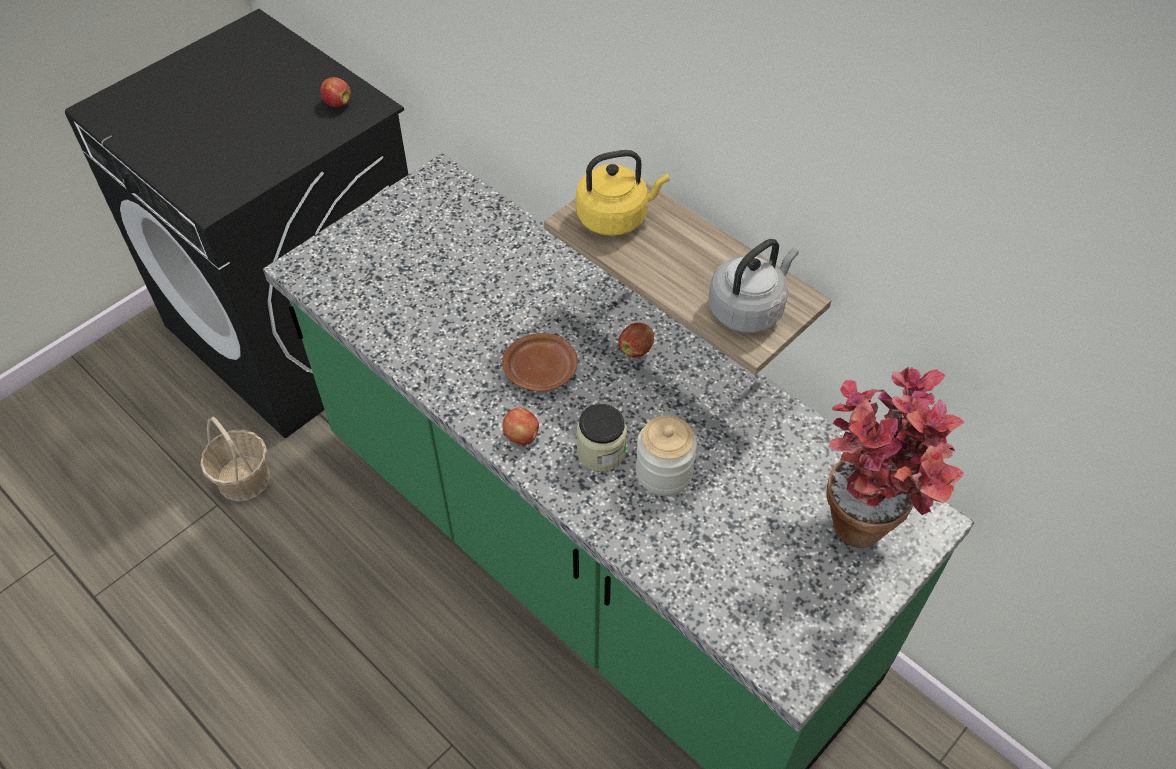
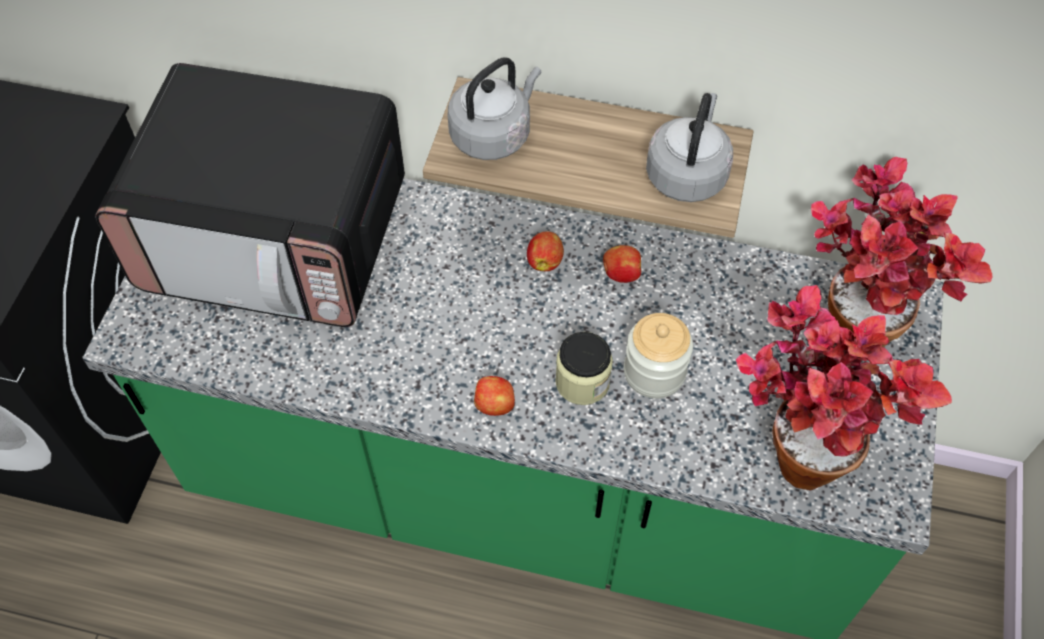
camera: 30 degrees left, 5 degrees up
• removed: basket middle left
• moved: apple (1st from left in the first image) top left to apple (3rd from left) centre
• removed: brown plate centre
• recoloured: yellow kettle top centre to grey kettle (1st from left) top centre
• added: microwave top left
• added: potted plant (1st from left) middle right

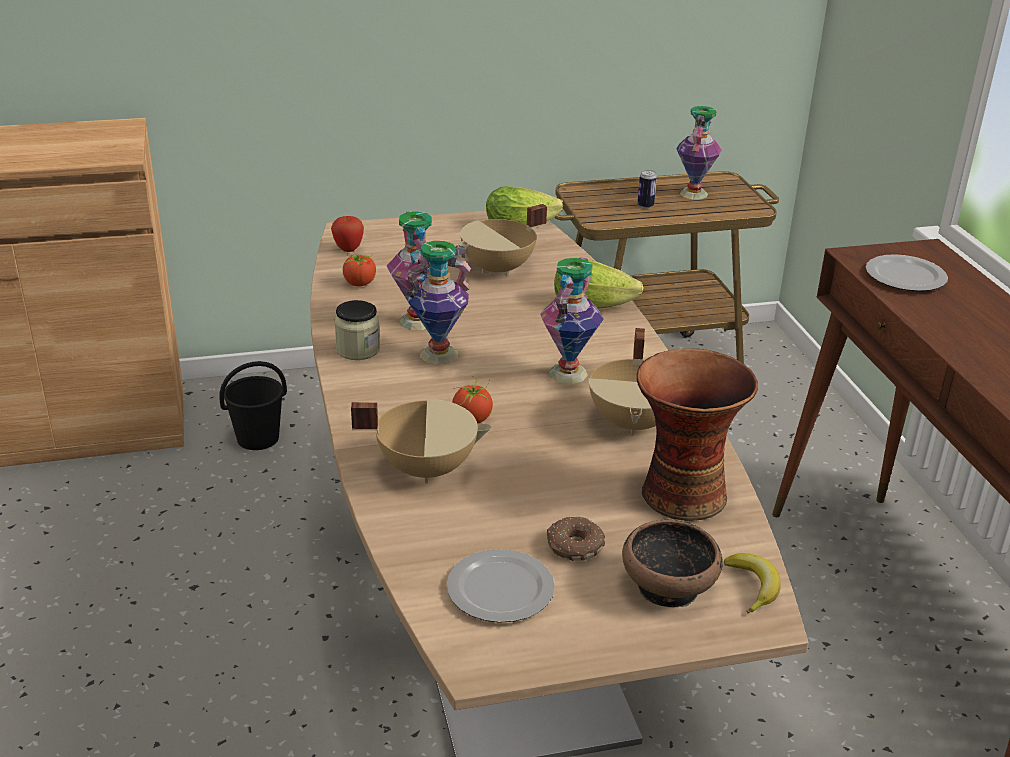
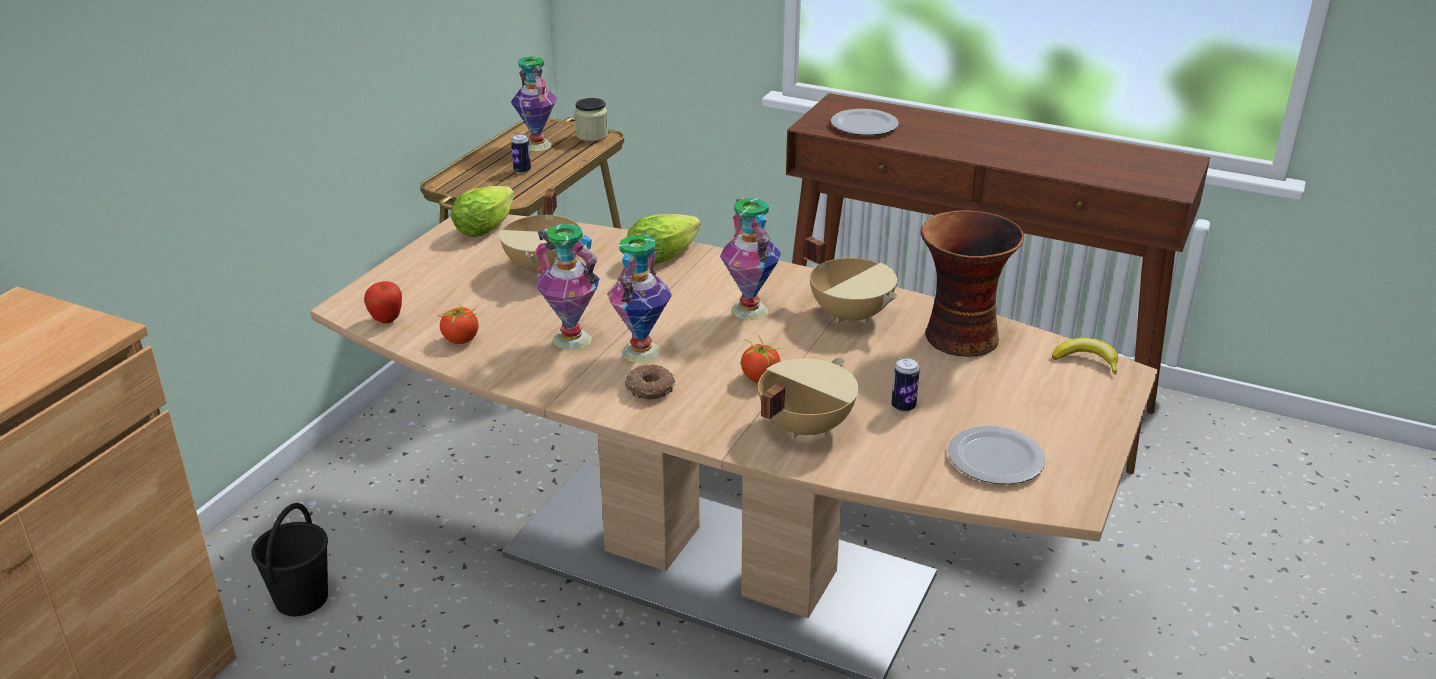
camera: 50 degrees left, 0 degrees up
• moved: jar centre to top centre
• moved: donut bottom centre to centre
• removed: bowl bottom centre
• added: can (2nd from left) centre

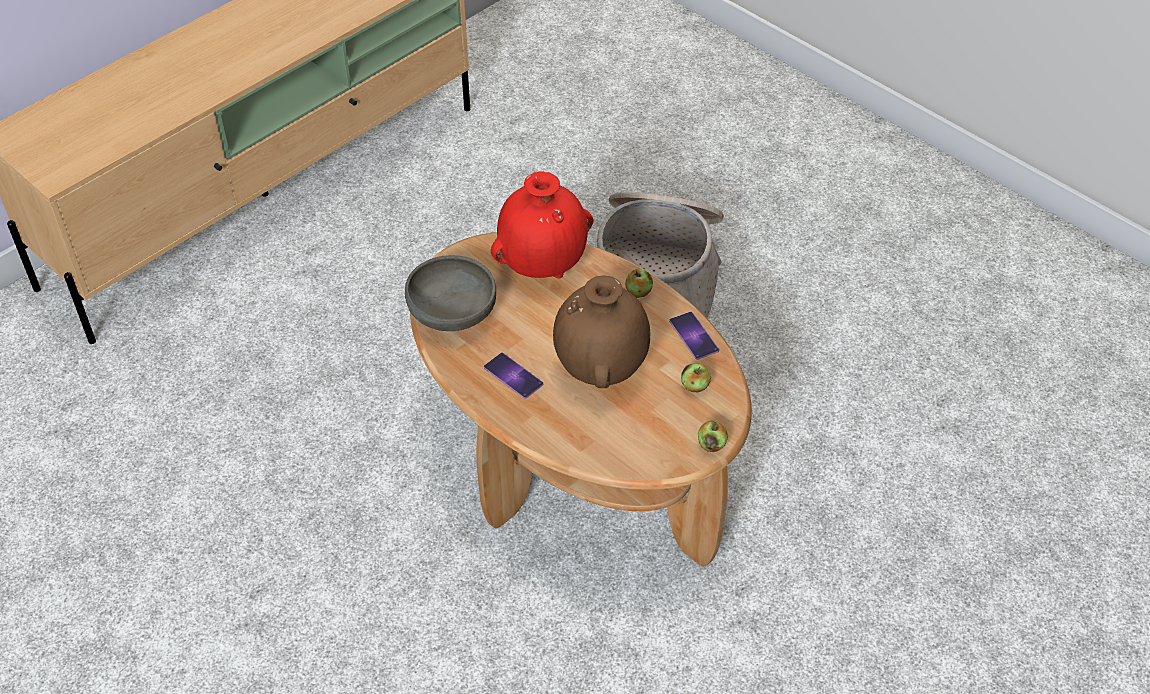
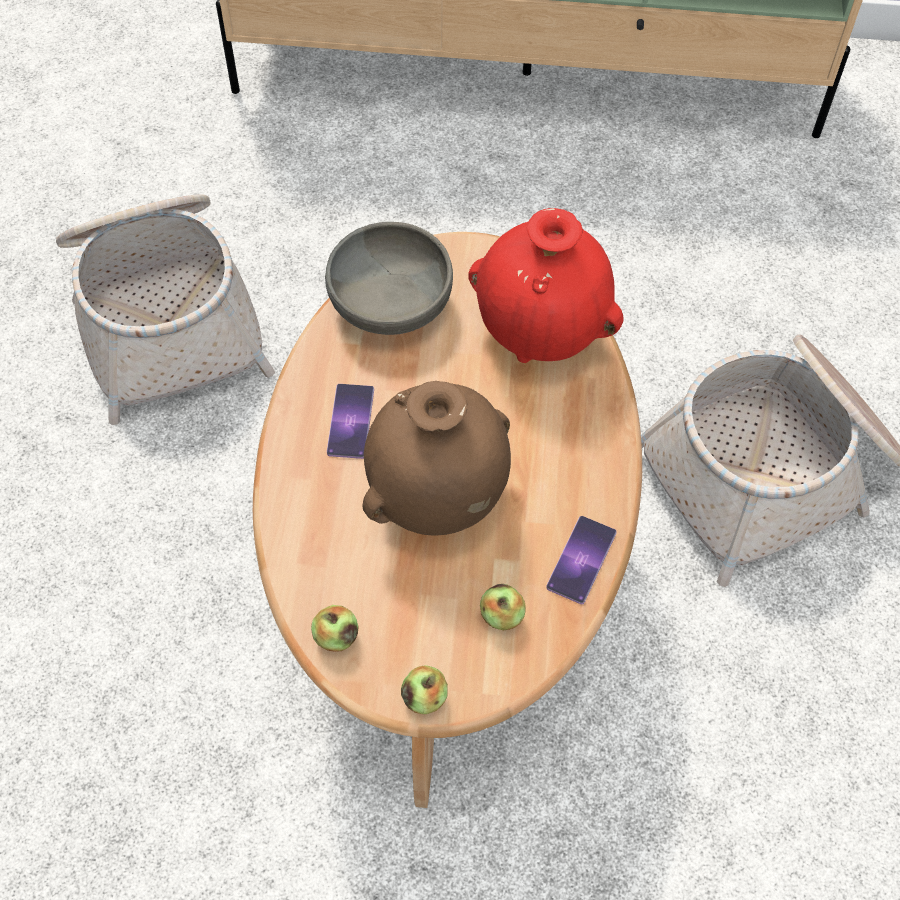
camera: 50 degrees right, 10 degrees up
• moved: apple (1st from left) centre to bottom centre
• added: basket (1st from left) middle left

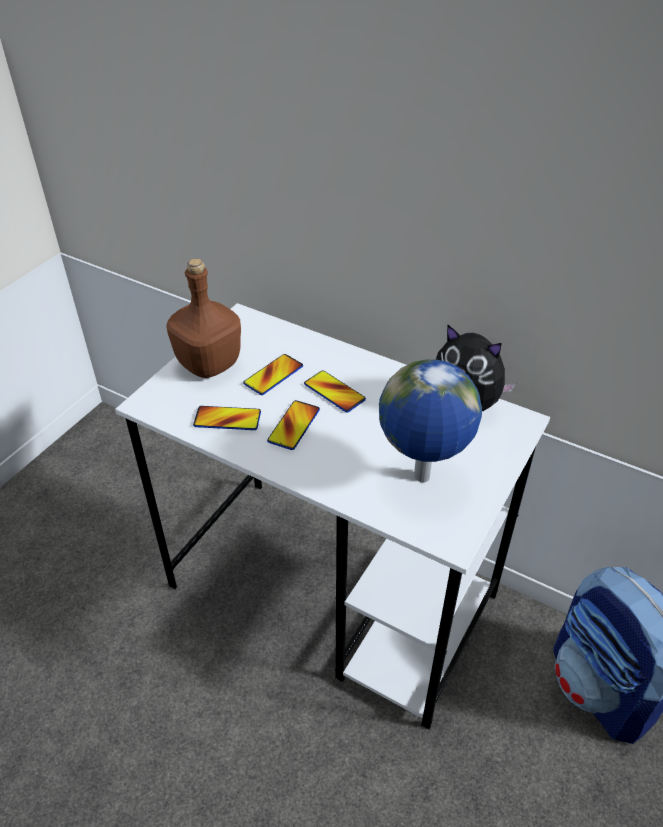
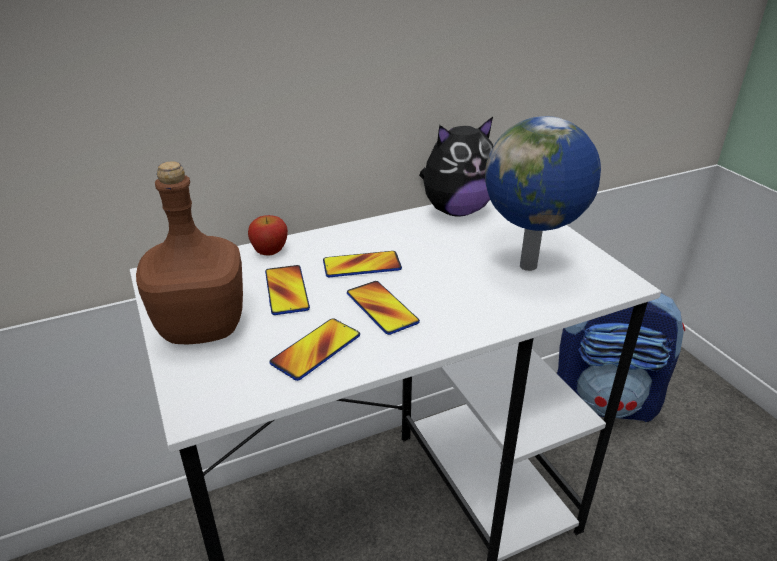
camera: 55 degrees left, 10 degrees down
• added: apple centre

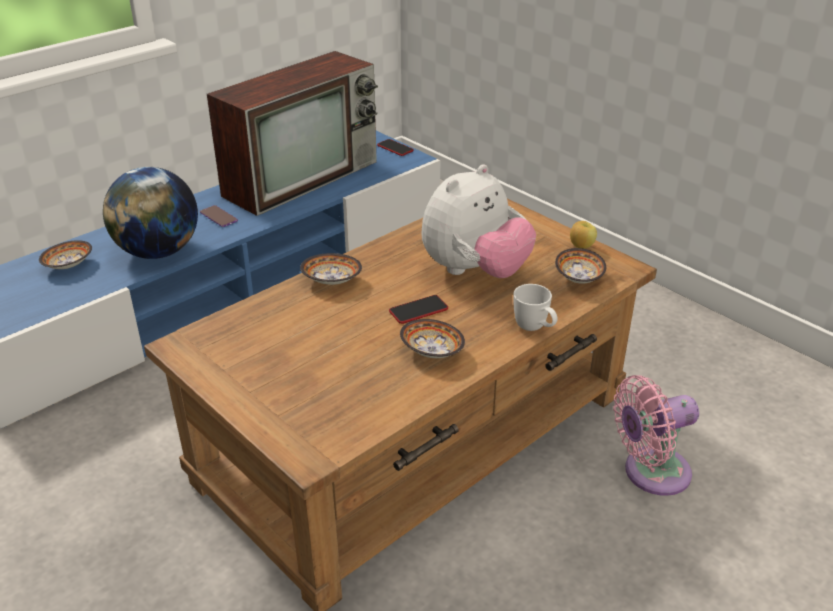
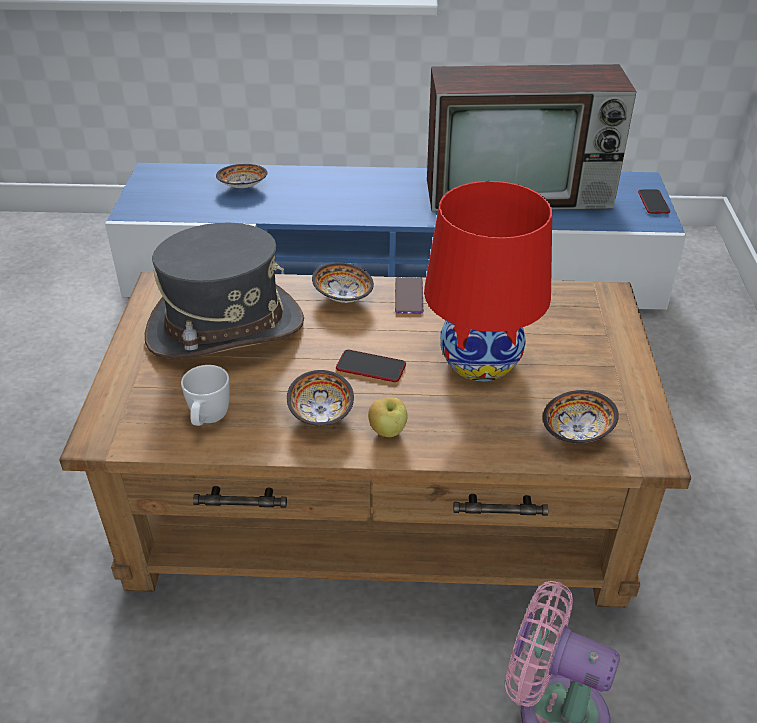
camera: 45 degrees right, 5 degrees up
• removed: globe middle left
• moved: phone (1st from left in the first image) middle left to phone (2nd from left) centre
• replaced: plush toy centre to red table lamp centre
• moved: white mug centre to middle left
• moved: apple middle right to centre
• added: grey hat middle left

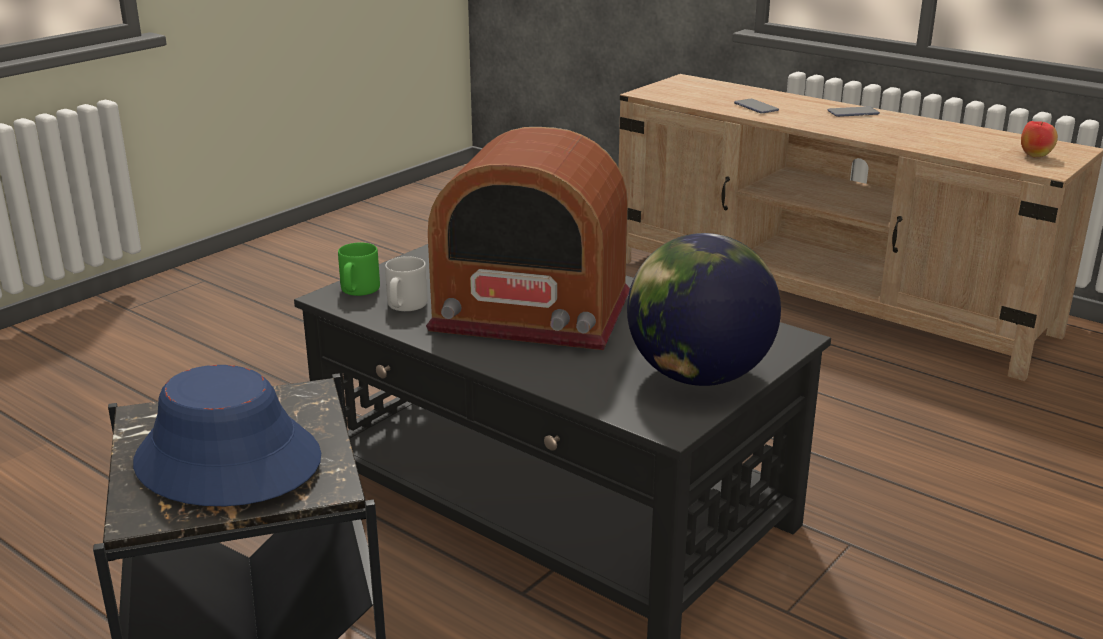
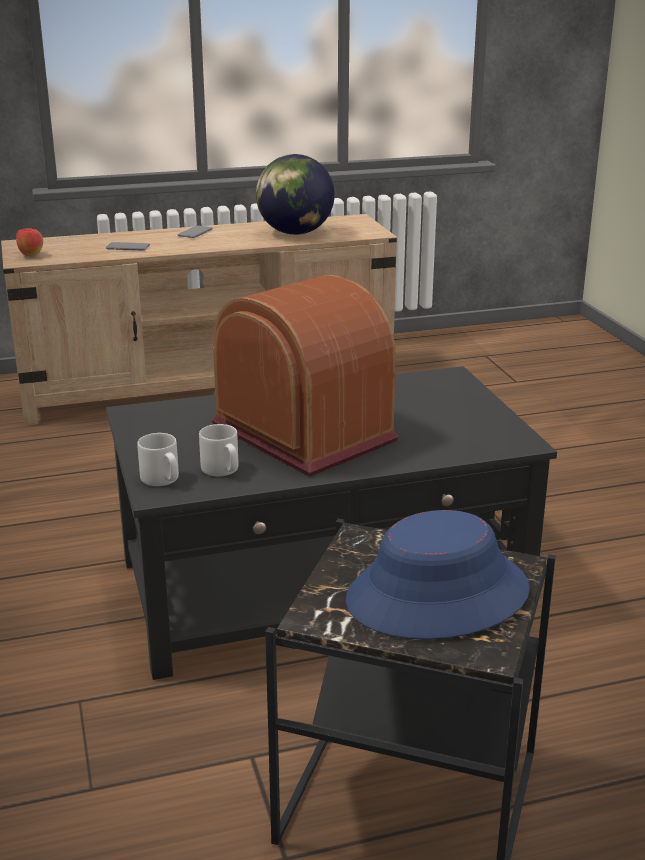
camera: 55 degrees left, 0 degrees up
• recoloured: green mug middle left to grey mug (1st from left) middle left
• turned: radio centre = centre 90 degrees counterclockwise
• moved: globe centre to top centre
• moved: apple top right to top left

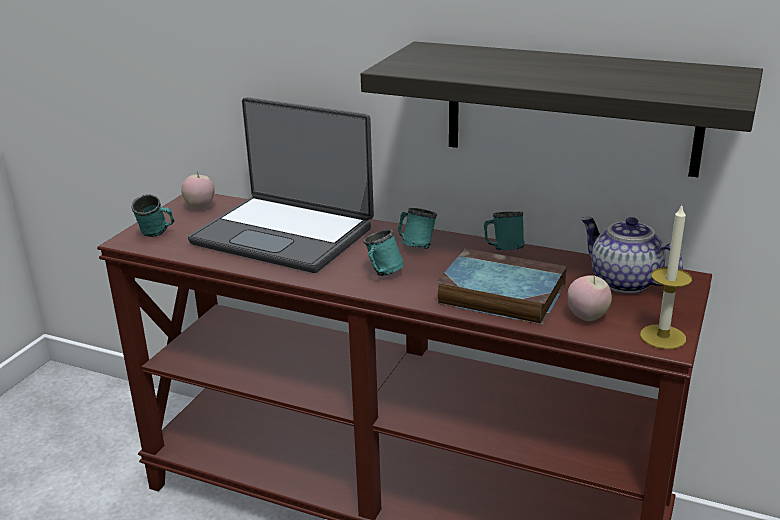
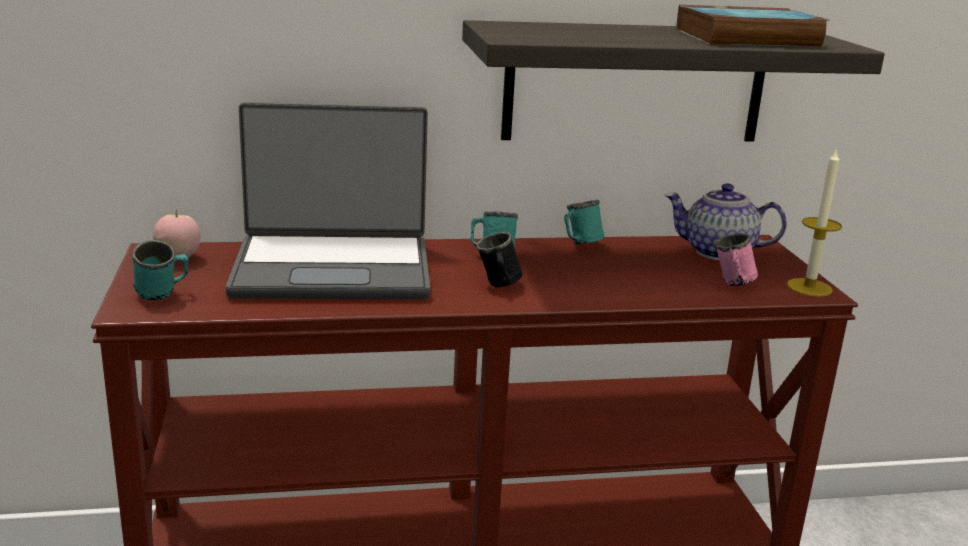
camera: 35 degrees left, 5 degrees down
• recoloured: turquoise mug (2nd from left) centre to black mug centre
• moved: book centre to top right
• replaced: apple (2nd from left) middle right to pink mug middle right

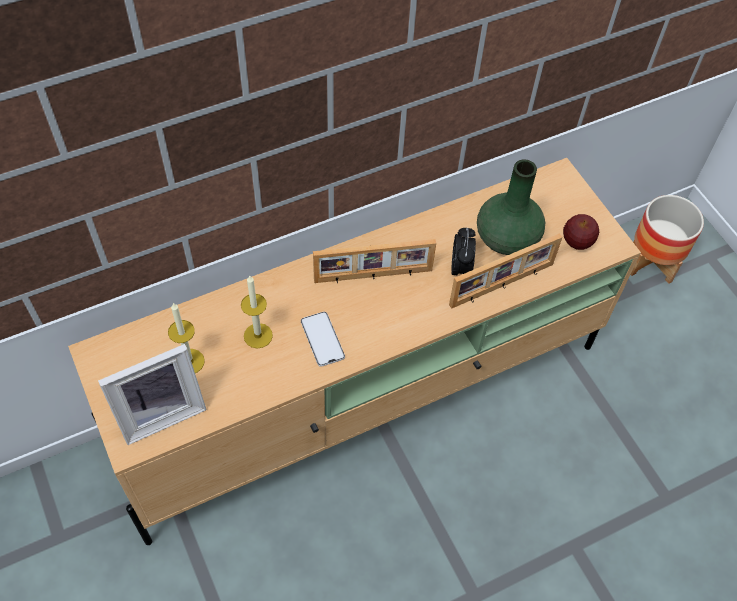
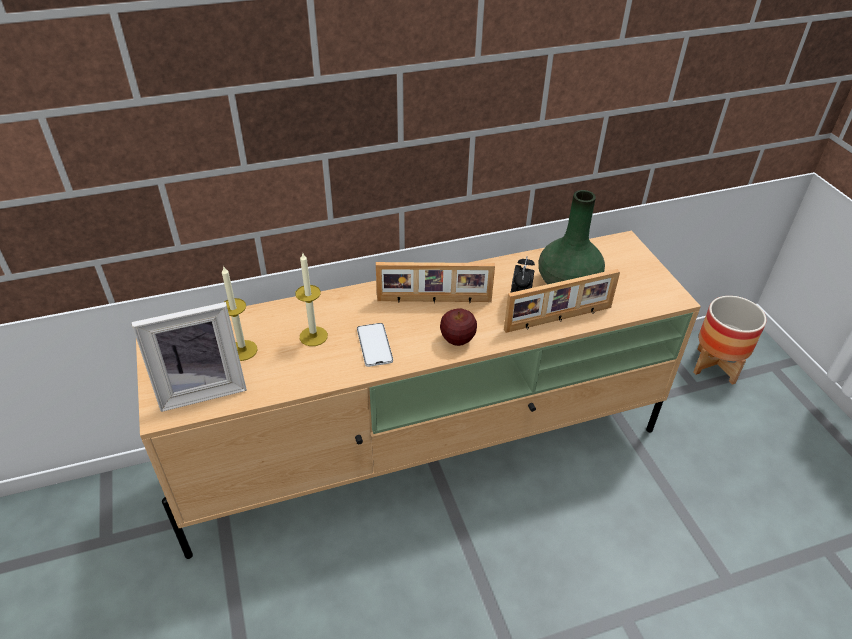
camera: 10 degrees right, 15 degrees down
• moved: apple middle right to centre

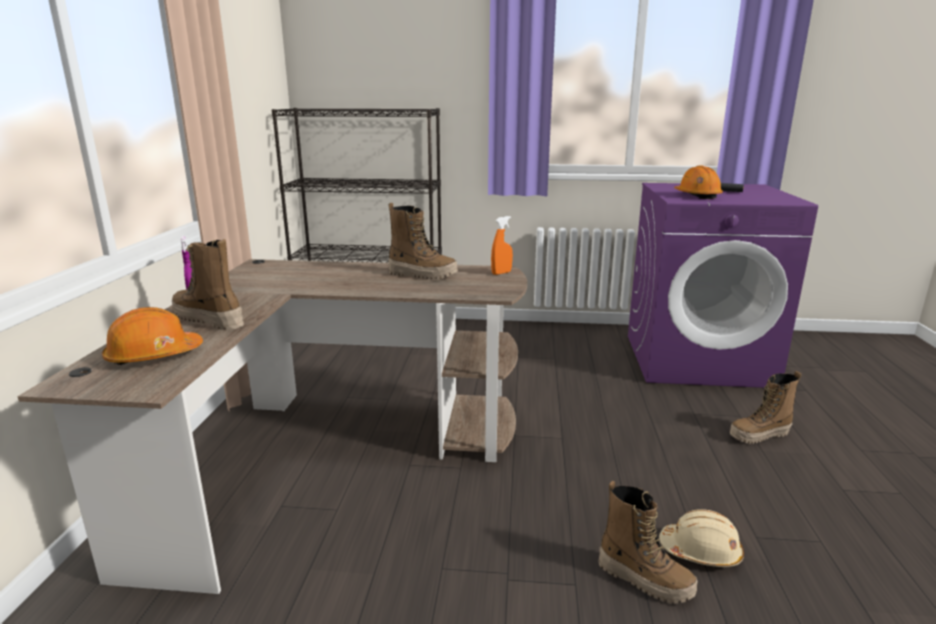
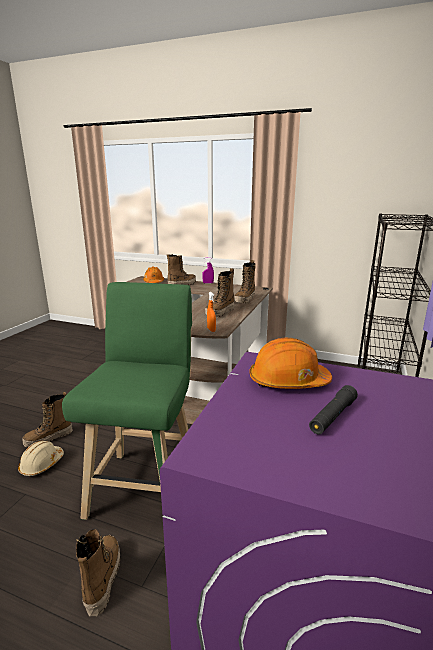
camera: 105 degrees right, 0 degrees up
• added: green stool middle left
• added: boot (5th from left) centre

